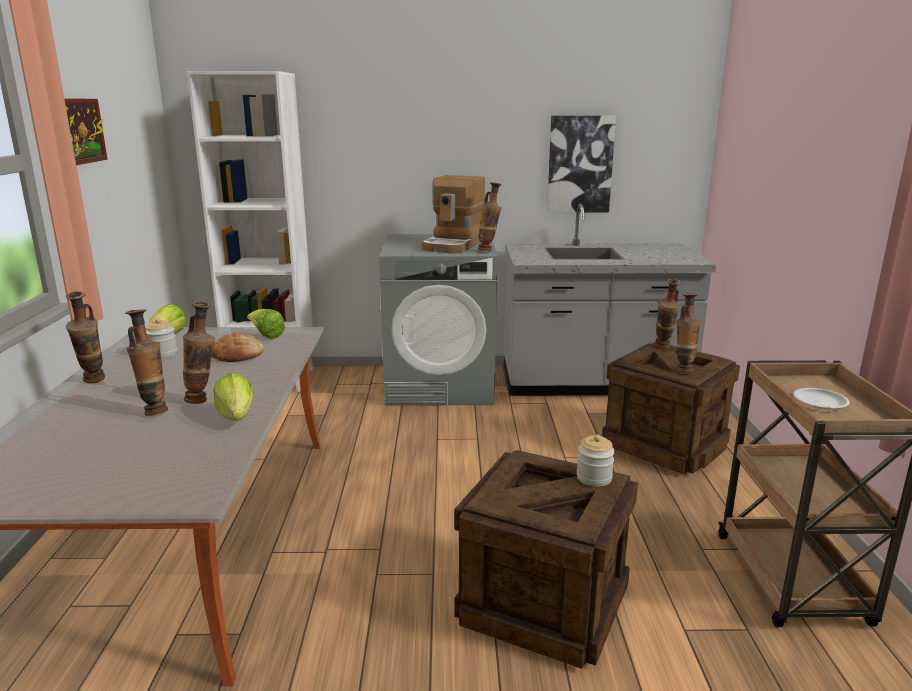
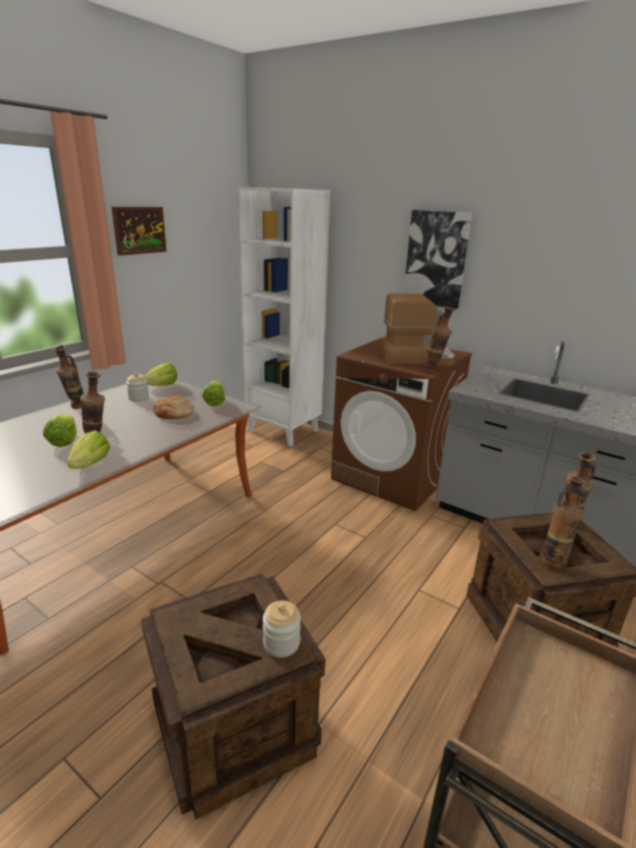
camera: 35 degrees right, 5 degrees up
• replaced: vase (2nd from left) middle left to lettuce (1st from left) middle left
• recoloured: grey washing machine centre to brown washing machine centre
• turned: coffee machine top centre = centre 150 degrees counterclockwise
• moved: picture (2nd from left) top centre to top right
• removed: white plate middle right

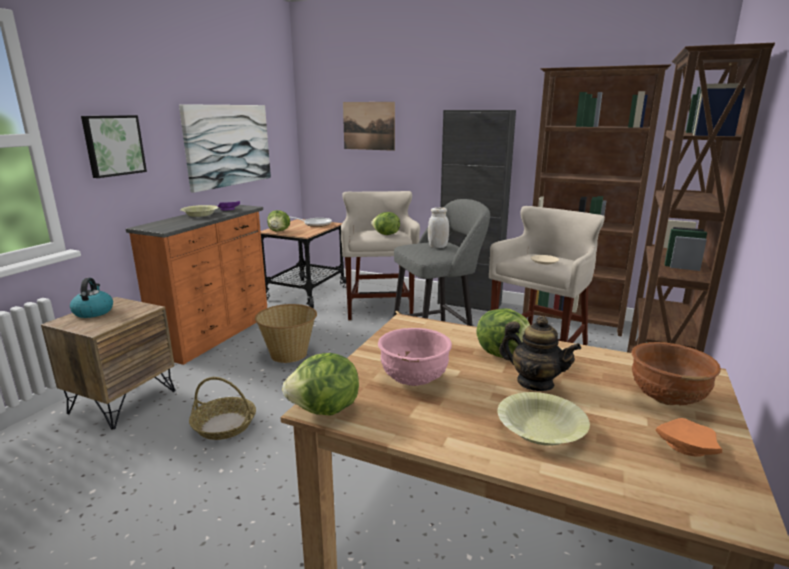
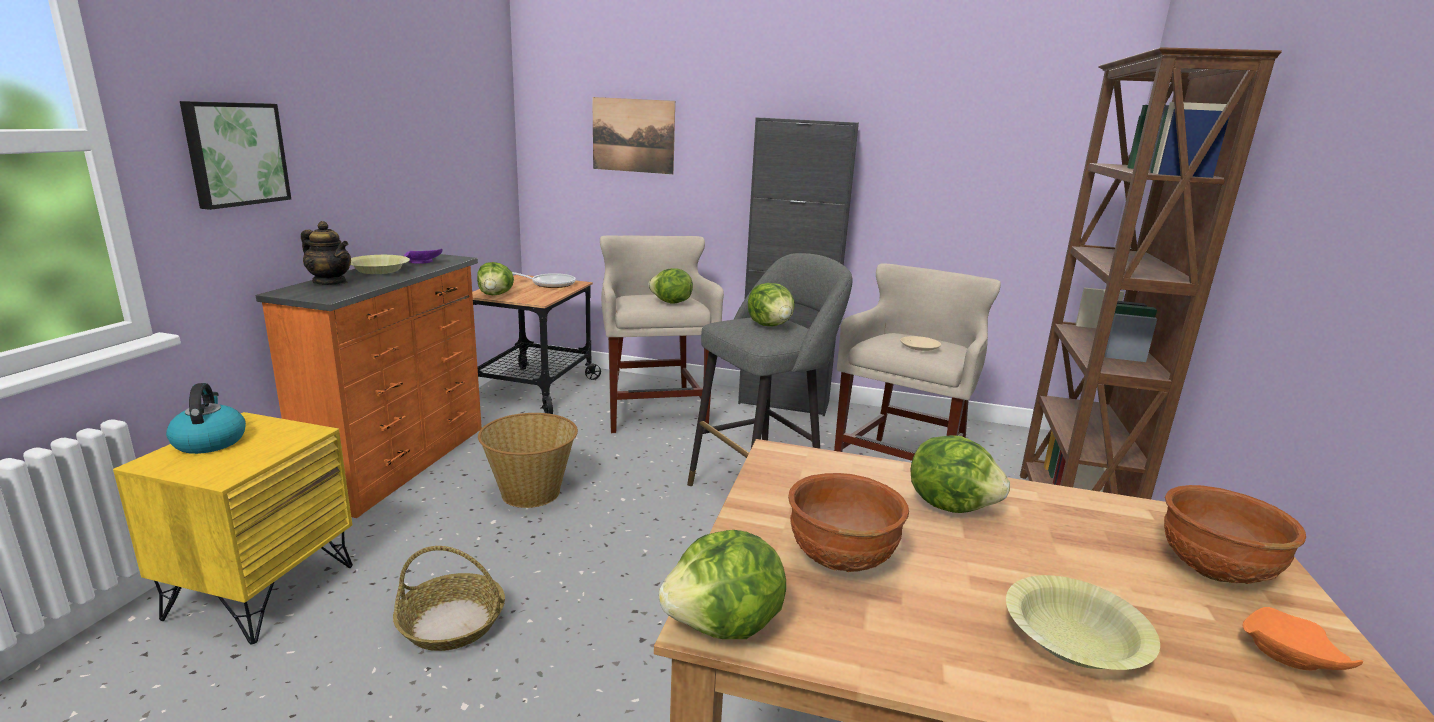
camera: 10 degrees left, 0 degrees up
• recoloured: brown nightstand middle left to yellow nightstand bottom left
• removed: picture (2nd from left) top left
• recoloured: pink bowl centre to brown bowl (1st from left) bottom centre
• replaced: white jar centre to lettuce (4th from left) centre
• moved: teapot middle right to middle left
• removed: brown bookcase (1st from left) middle right

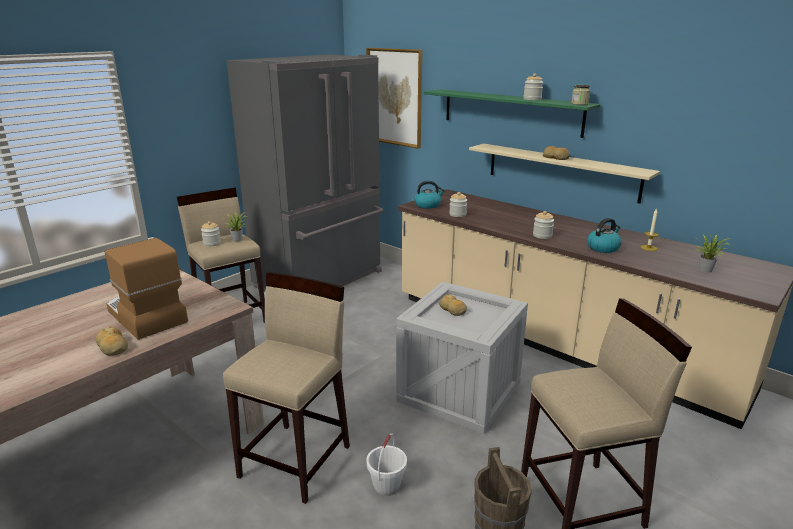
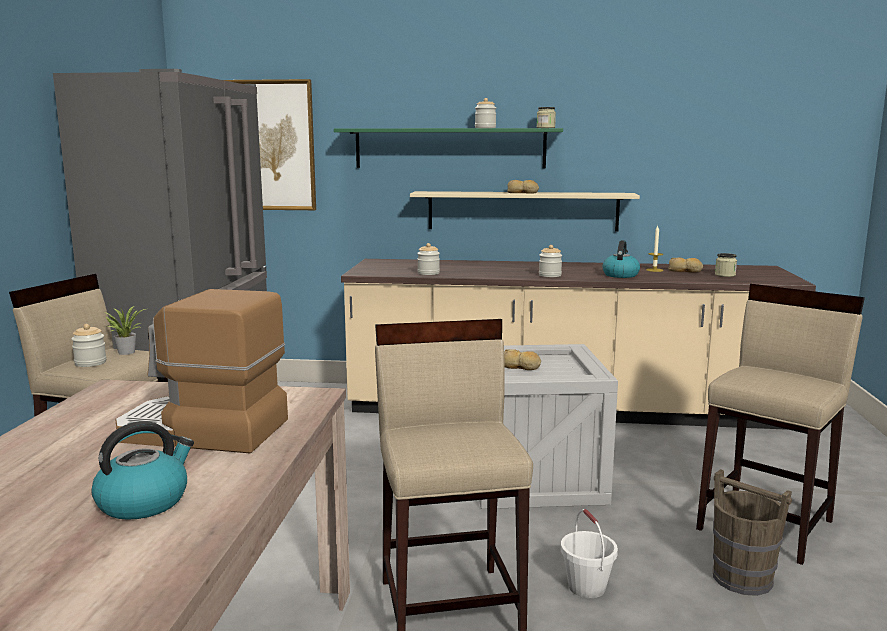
camera: 35 degrees left, 10 degrees down
• moved: bread (1st from left in the first image) middle left to bread (3rd from left) middle right
• moved: kettle (1st from left) centre to bottom left
• replaced: potted plant (2nd from left) middle right to jar (6th from left) middle right

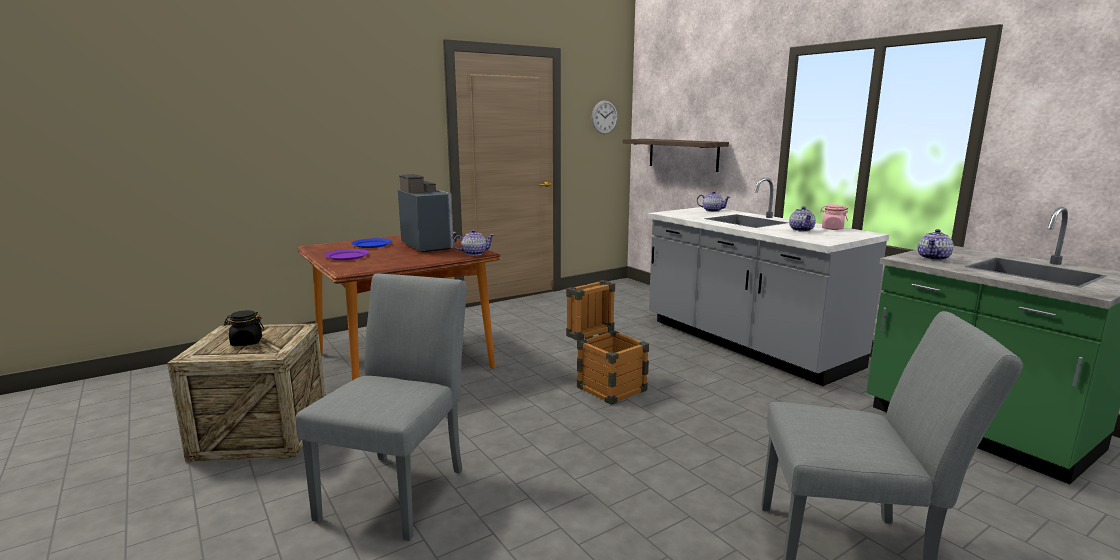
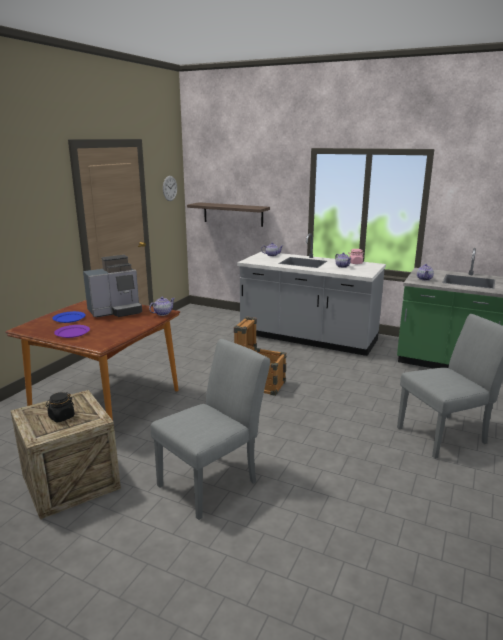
camera: 30 degrees left, 5 degrees up
• turned: grey chair (1st from left) bottom centre = bottom centre 60 degrees clockwise
• turned: coffee machine centre = middle left 120 degrees clockwise

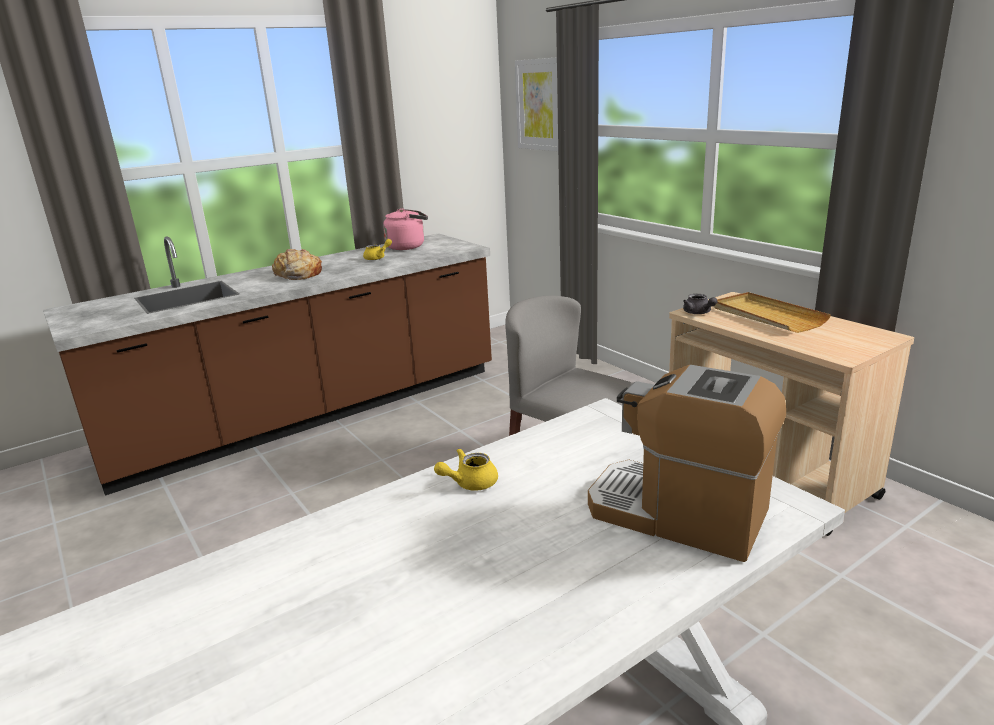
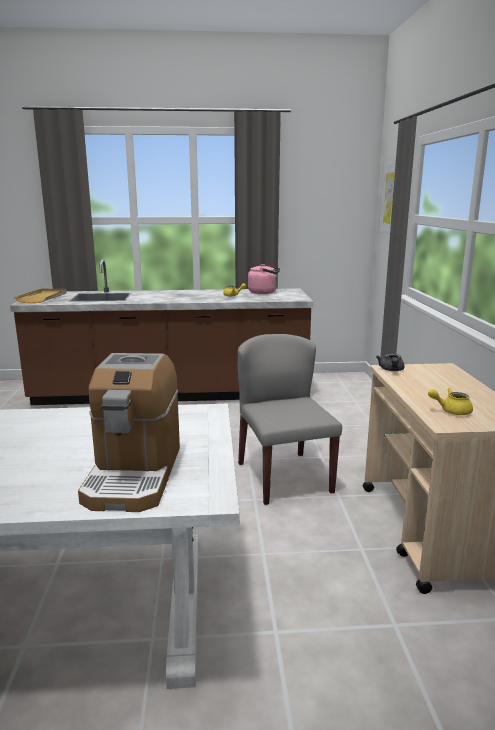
camera: 30 degrees right, 5 degrees down
• removed: bread middle left
• moved: yellow teapot (2nd from left) centre to middle right
• turned: coffee machine middle right = middle left 150 degrees counterclockwise
• moved: beige tray middle right to middle left

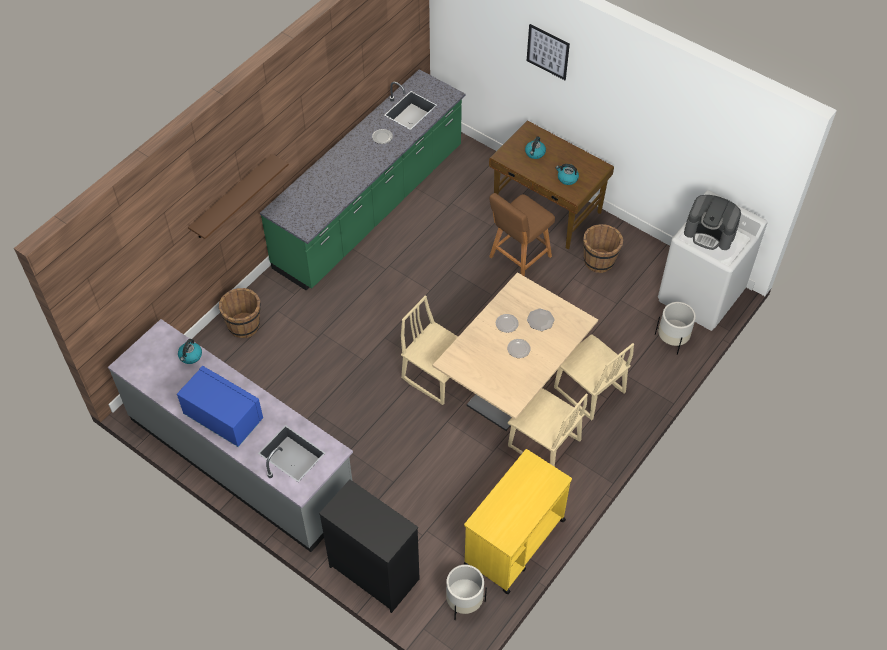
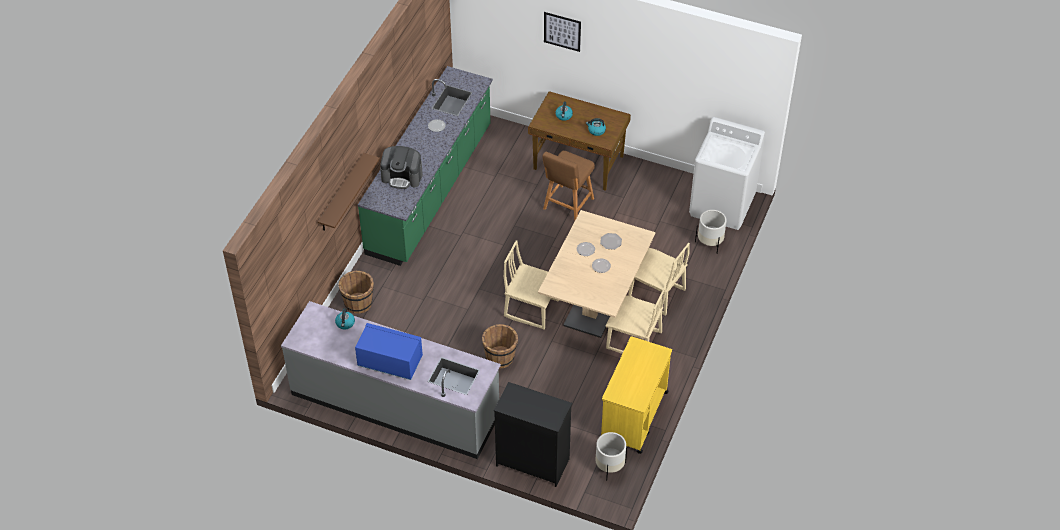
camera: 15 degrees left, 5 degrees down
• moved: brown bucket (2nd from left) middle right to centre
• moved: coffee machine middle right to top centre

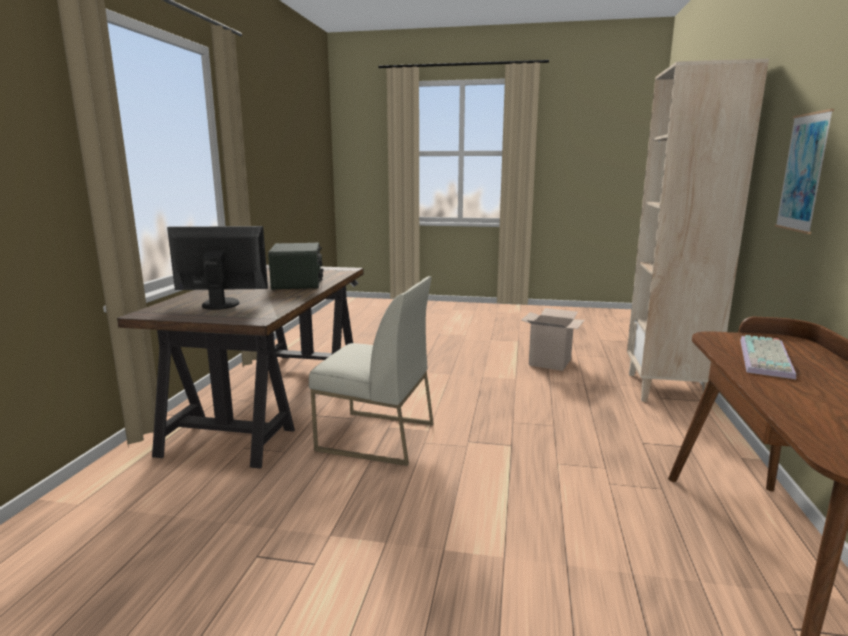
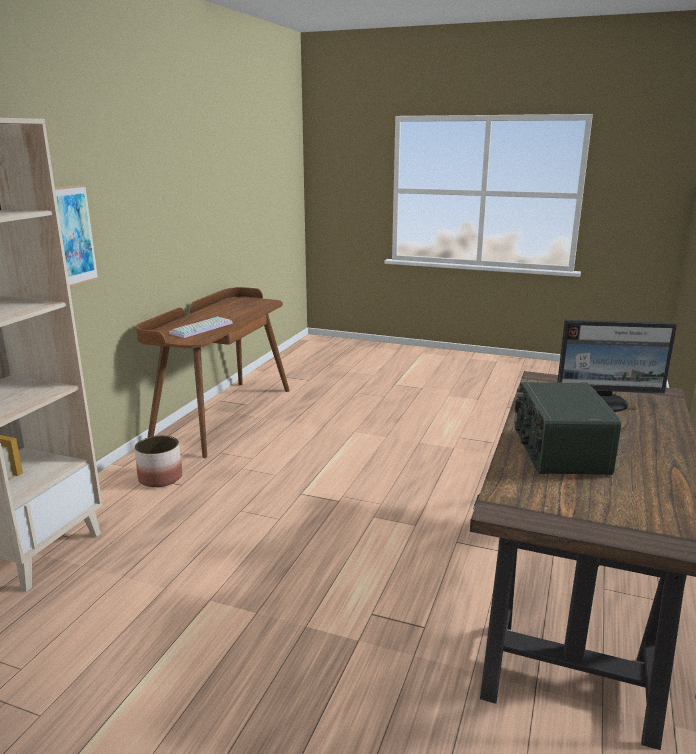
camera: 170 degrees left, 5 degrees up
• removed: white chair centre
• removed: cardboard box centre
• added: planter middle left

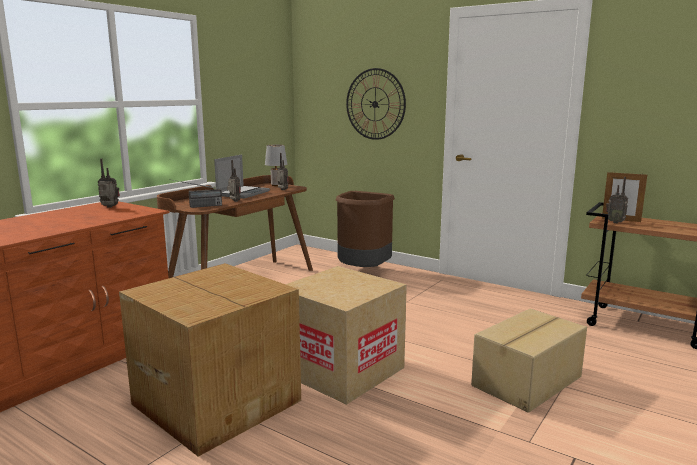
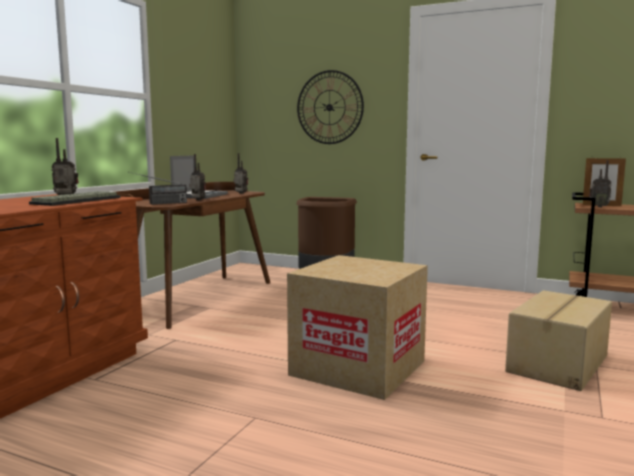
camera: 10 degrees left, 5 degrees down
• removed: cardboard box (1st from left) bottom left
• removed: grey table lamp centre
• added: keyboard middle left

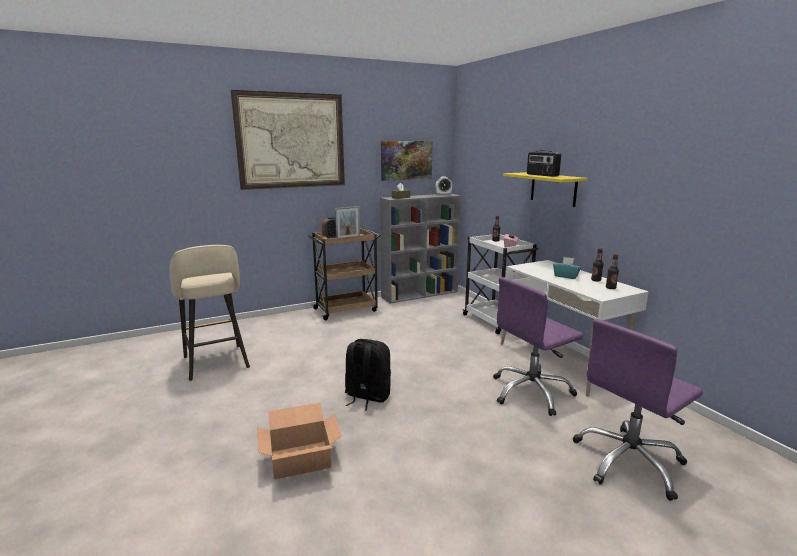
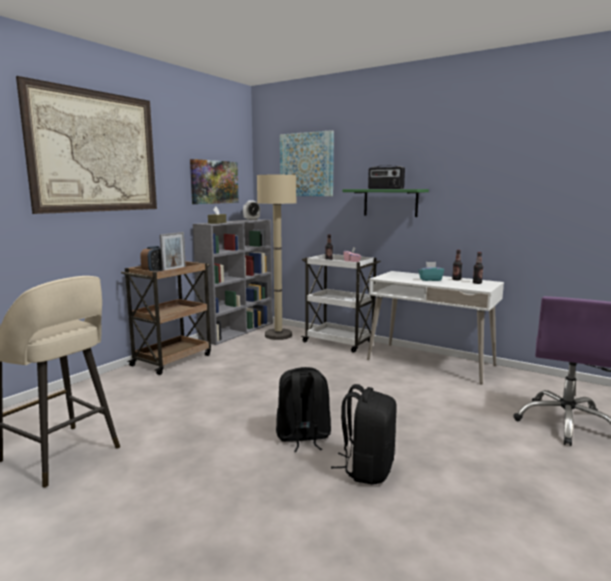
camera: 30 degrees left, 5 degrees down
• removed: cardboard box bottom centre
• removed: purple office chair (1st from left) middle right
• recoloured: yellow shelf middle right to green shelf centre
• added: beige floor lamp centre
• added: picture (3rd from left) top centre
• added: black backpack (2nd from left) bottom centre

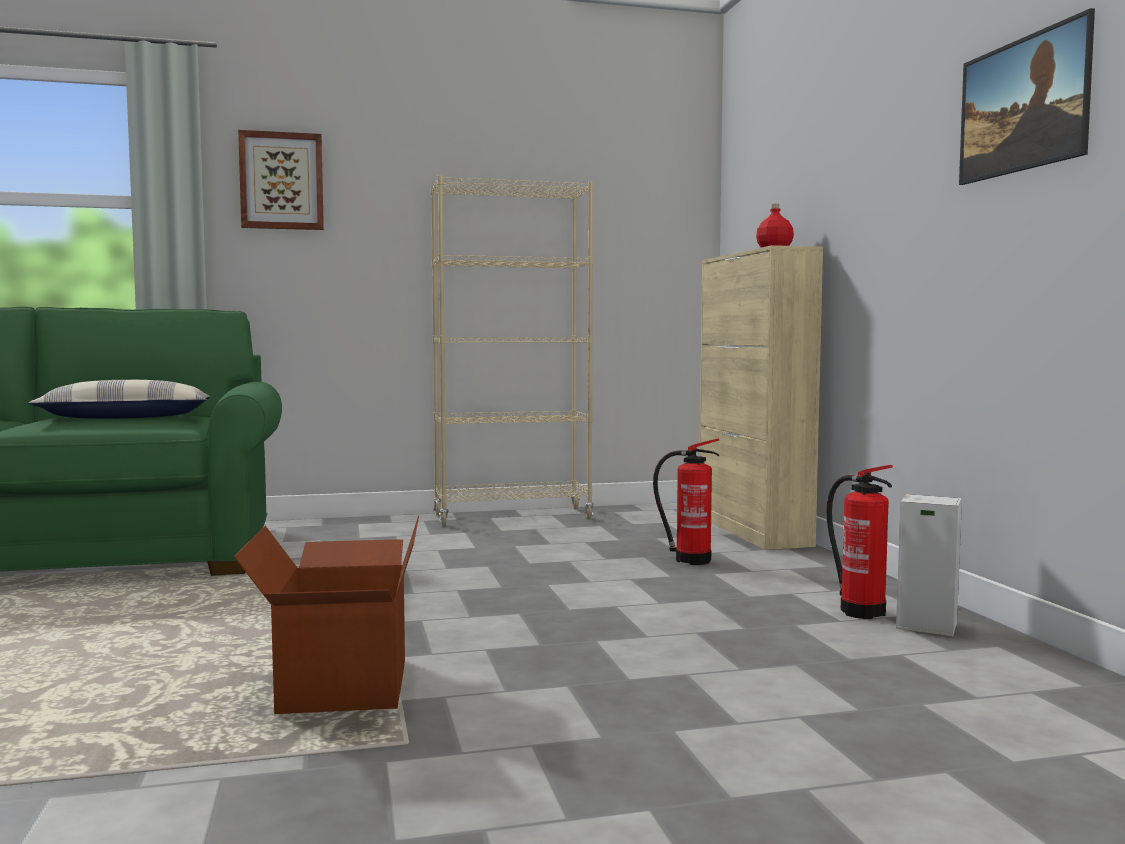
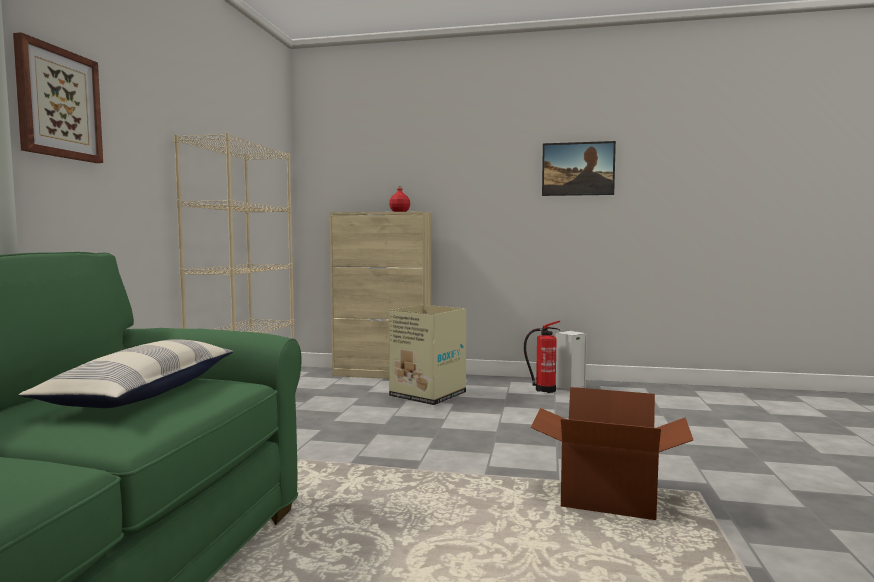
camera: 65 degrees left, 0 degrees up
• replaced: fire extinguisher (1st from left) centre to cardboard box (1st from left) centre

